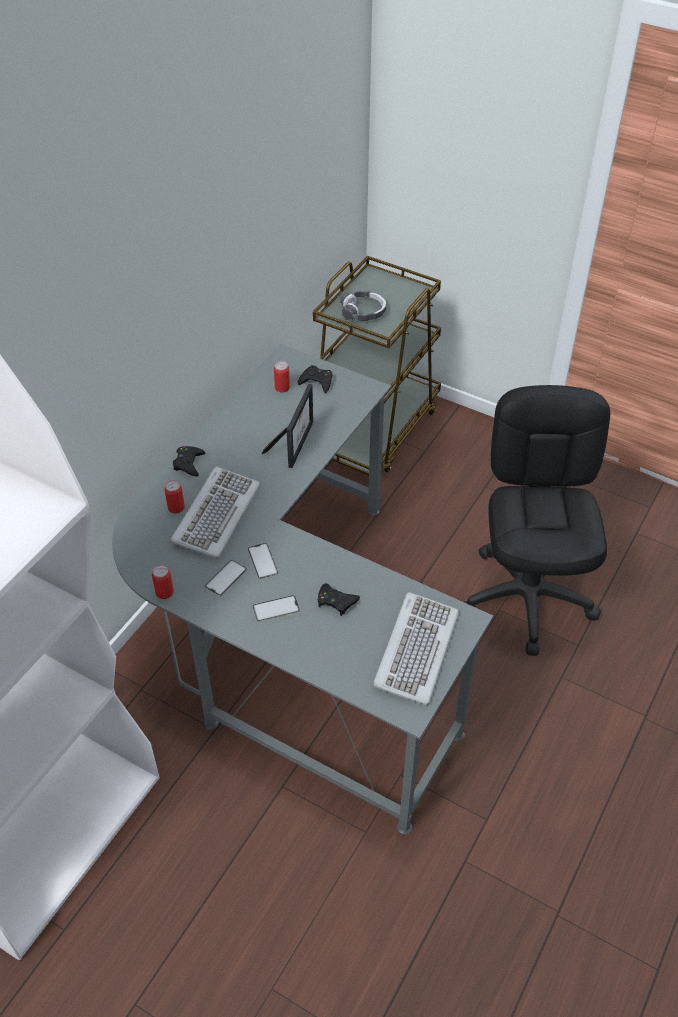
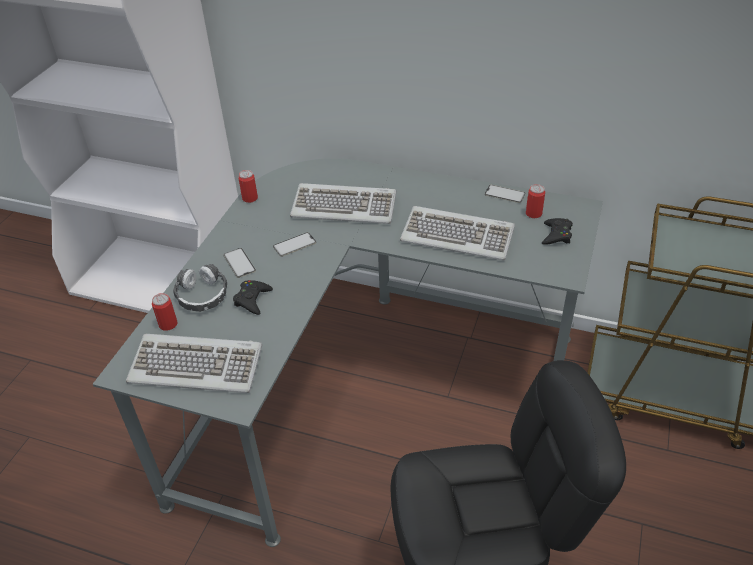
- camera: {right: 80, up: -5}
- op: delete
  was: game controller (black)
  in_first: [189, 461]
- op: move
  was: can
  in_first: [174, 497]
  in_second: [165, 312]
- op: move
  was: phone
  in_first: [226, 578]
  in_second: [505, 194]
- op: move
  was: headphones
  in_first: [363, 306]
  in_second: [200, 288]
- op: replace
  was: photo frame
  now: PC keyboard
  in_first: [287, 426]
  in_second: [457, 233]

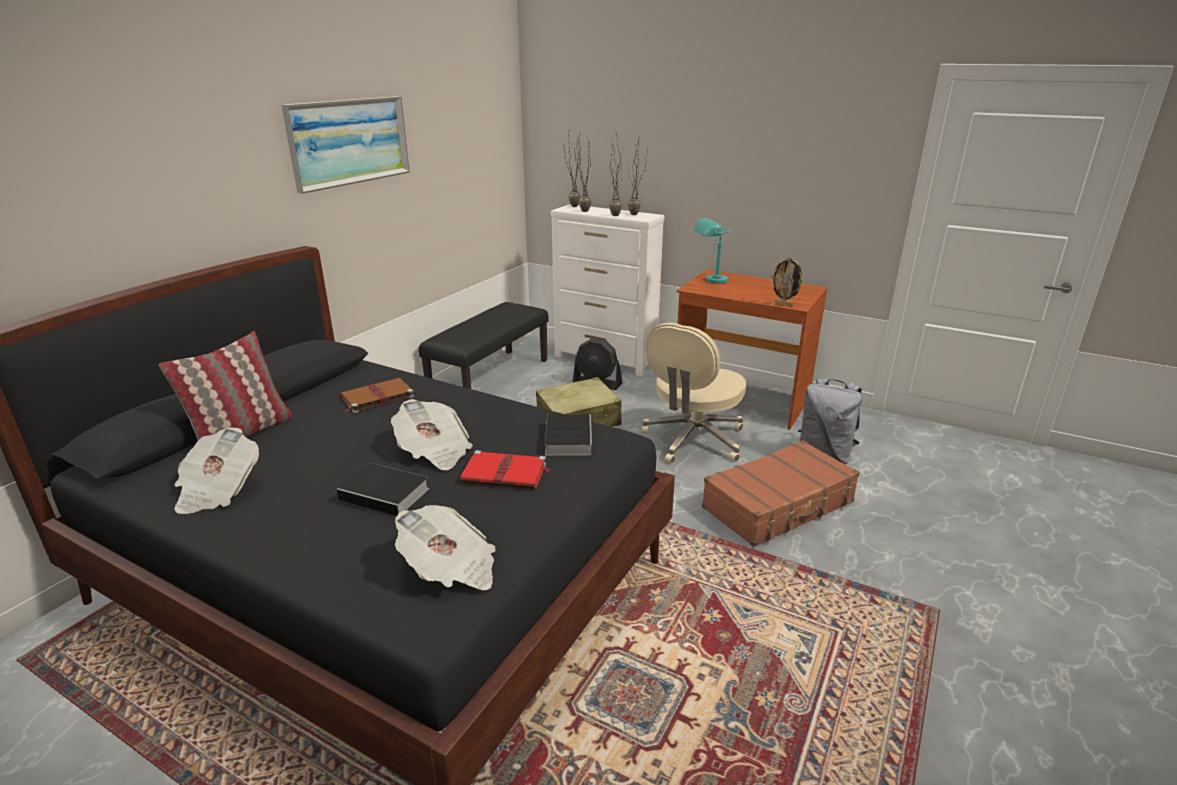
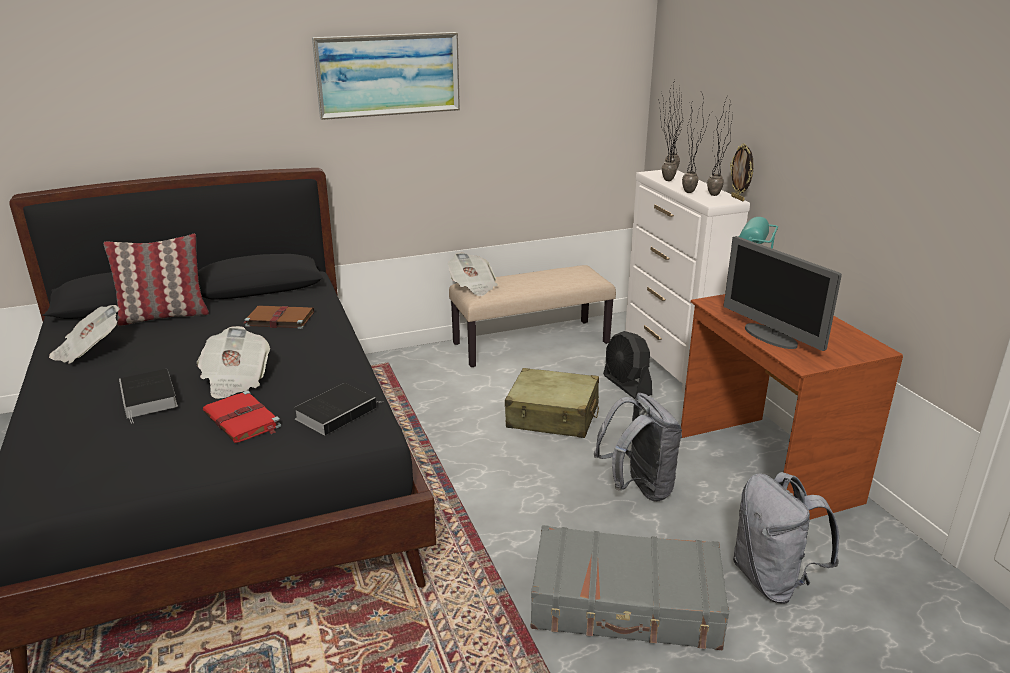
- camera: {right: 40, up: 0}
- op: insert
  now: computer display
  in_second: [783, 293]
- op: move
  was: newspaper
  in_first: [445, 547]
  in_second: [473, 274]
- op: move
  was: photo frame
  in_first: [787, 282]
  in_second: [742, 172]
- op: replace
  was: computer chair (beige)
  now: rucksack (gray)
  in_first: [694, 393]
  in_second: [638, 447]
- op: recolor
  was: indoor bench (black)
  now: indoor bench (beige)
  in_first: [484, 345]
  in_second: [532, 316]
- op: recolor
  was: piece of luggage (brownish)
  now: piece of luggage (gray)
  in_first: [781, 493]
  in_second: [630, 587]

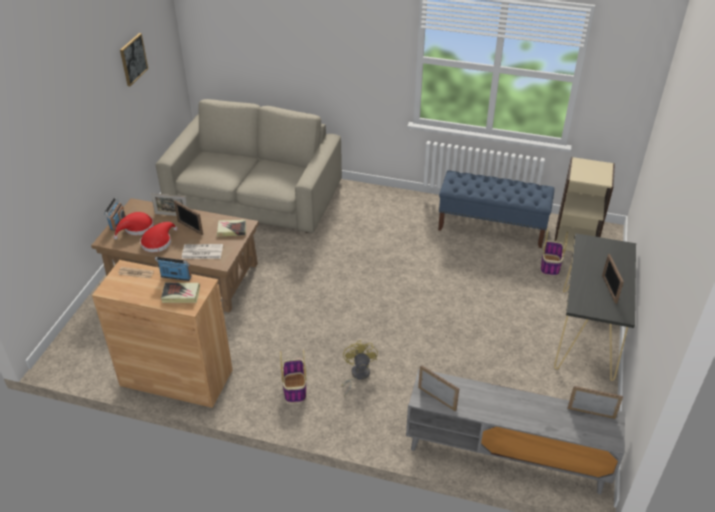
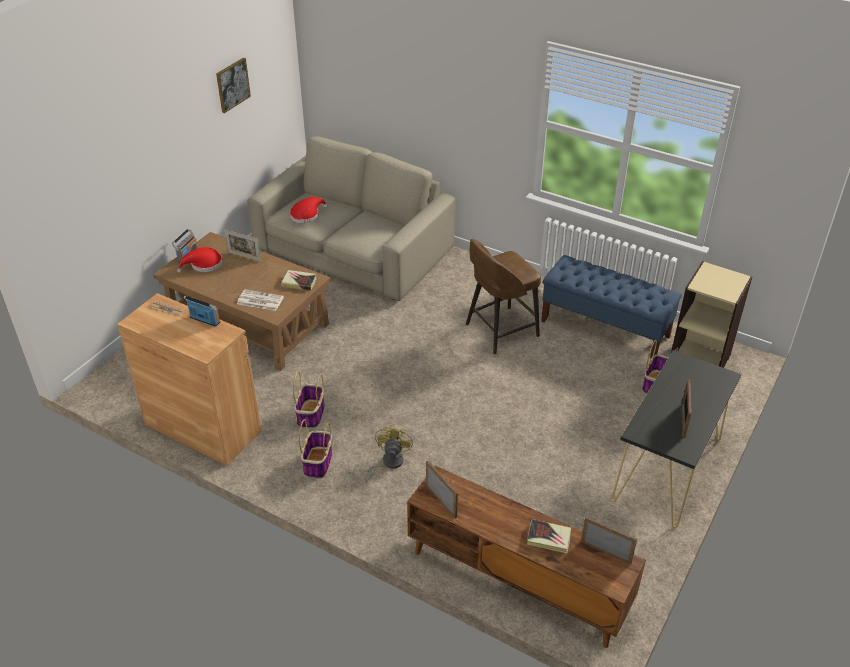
- camera: {right: 15, up: 0}
- op: delete
  was: photo frame
  in_first: [188, 217]
- op: insert
  now: basket
  in_second: [309, 399]
- op: insert
  now: stool (brownish)
  in_second: [503, 296]
- op: move
  was: hat (red)
  in_first: [159, 237]
  in_second: [309, 210]
- op: move
  was: book
  in_first: [180, 292]
  in_second: [549, 536]
- op: recolor
  was: tv unit (gray)
  now: tv unit (brownish)
  in_first: [515, 431]
  in_second: [526, 557]

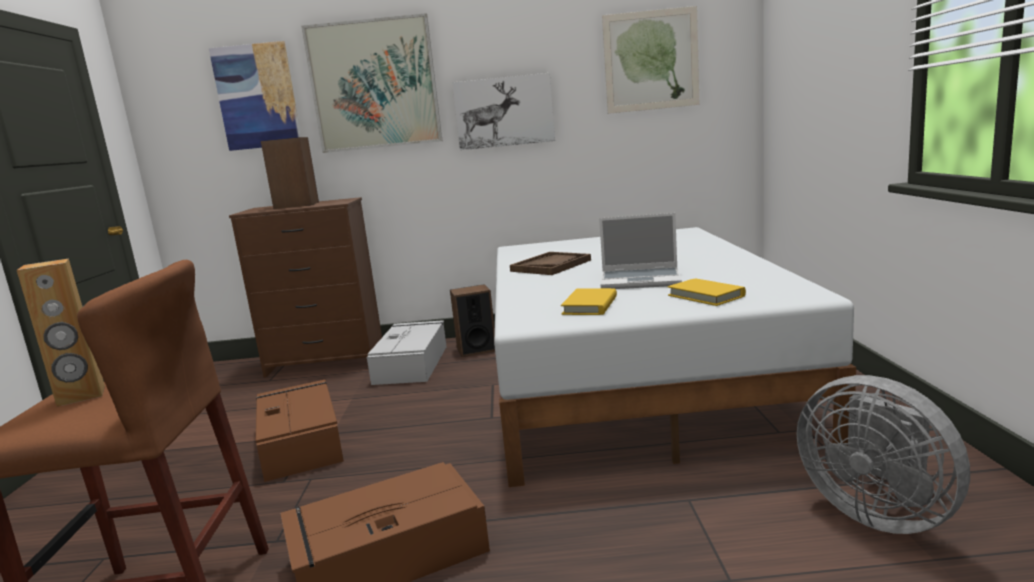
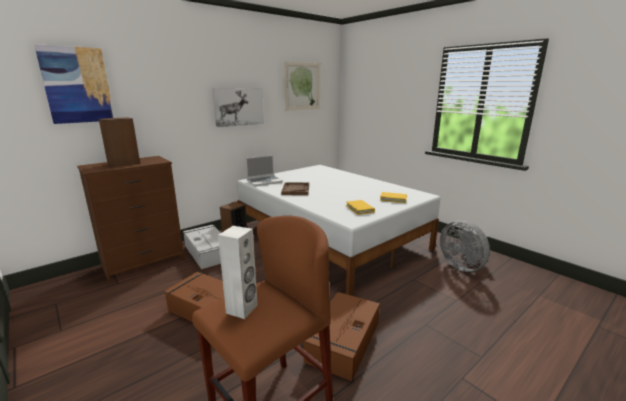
- camera: {right: -40, up: 5}
- op: delete
  was: wall art
  in_first: [372, 83]
- op: move
  was: portable computer
  in_first: [640, 251]
  in_second: [264, 170]
- op: recolor
  was: loudspeaker (brownish)
  now: loudspeaker (white)
  in_first: [61, 332]
  in_second: [238, 272]
- op: rotate
  was: cooling fan (gray)
  in_first: [883, 454]
  in_second: [465, 246]
  clockwise: 45

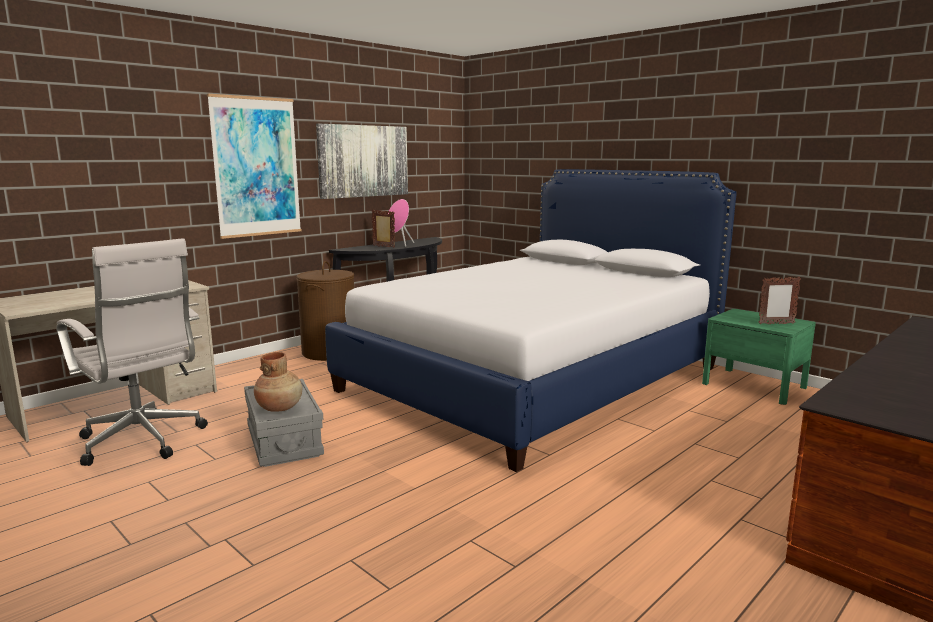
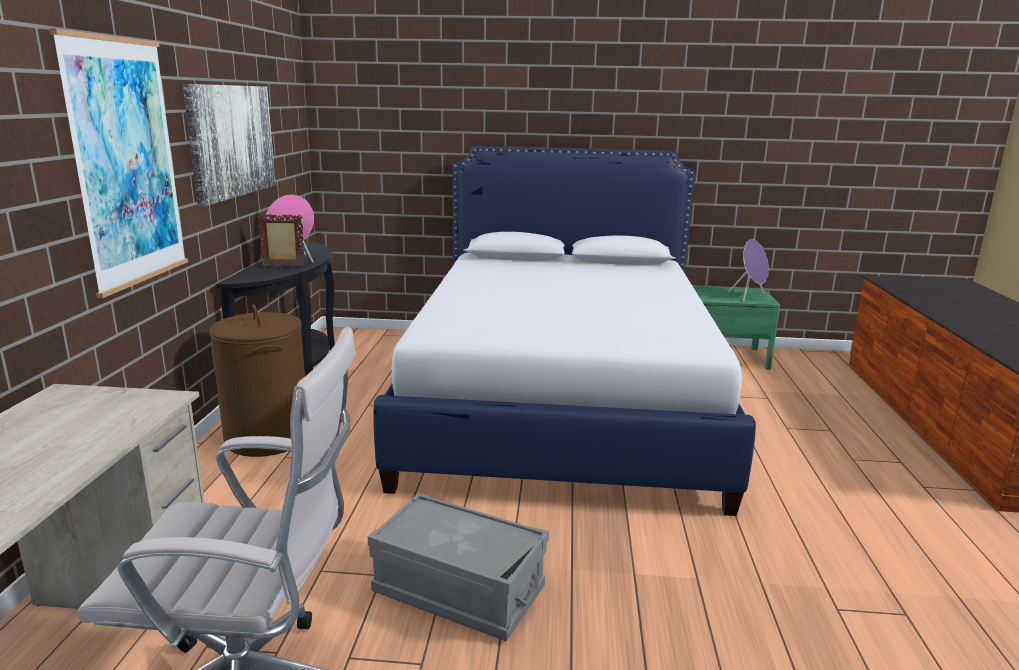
- camera: {right: -40, up: 5}
- op: delete
  was: vase (brownish)
  in_first: [278, 382]
- op: replace
  was: photo frame
  now: loudspeaker (purple-coloured)
  in_first: [780, 300]
  in_second: [748, 270]

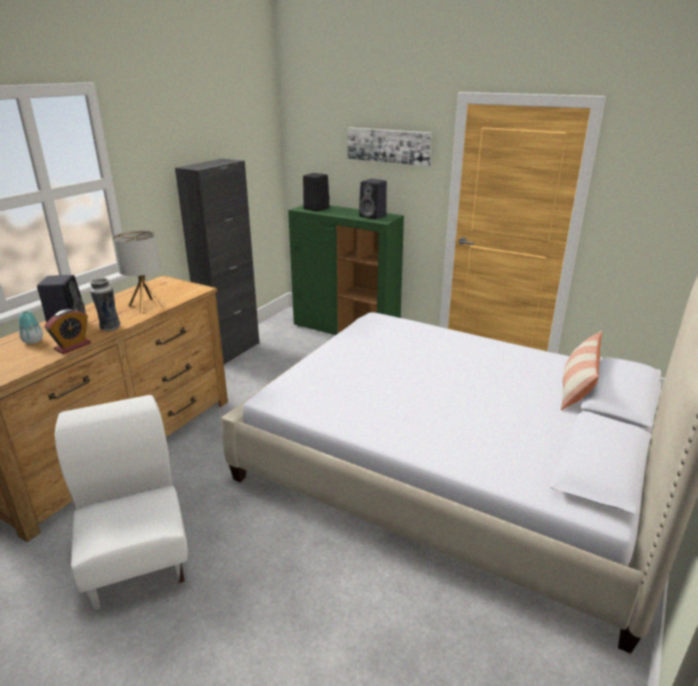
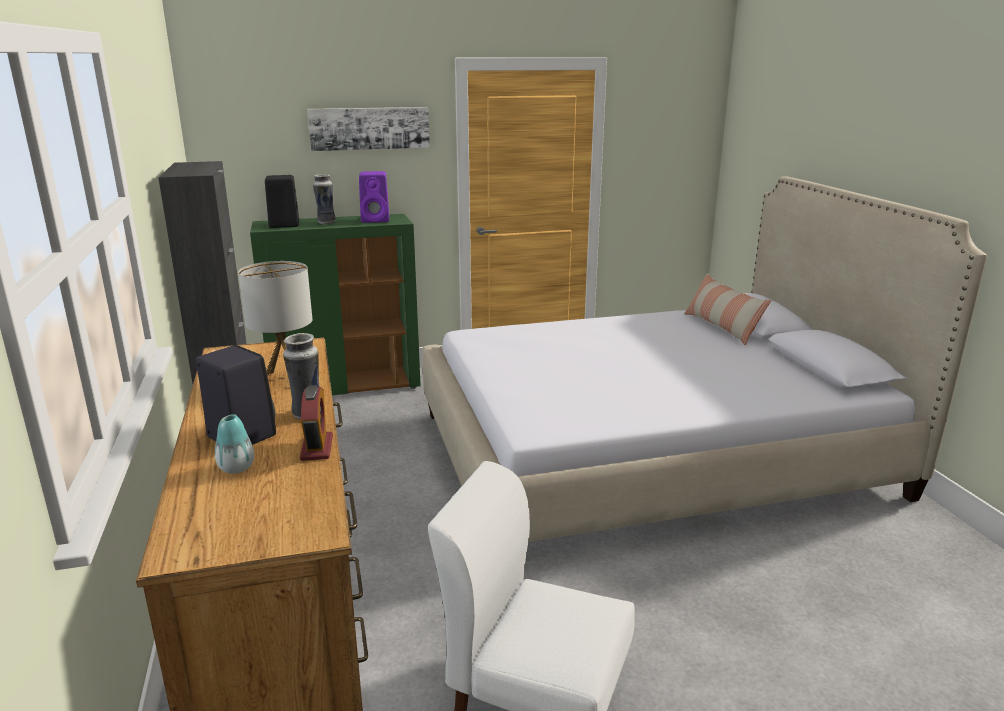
- camera: {right: -45, up: -5}
- op: insert
  now: vase
  in_second: [324, 199]
- op: recolor
  was: loudspeaker (black)
  now: loudspeaker (purple-coloured)
  in_first: [373, 199]
  in_second: [374, 197]

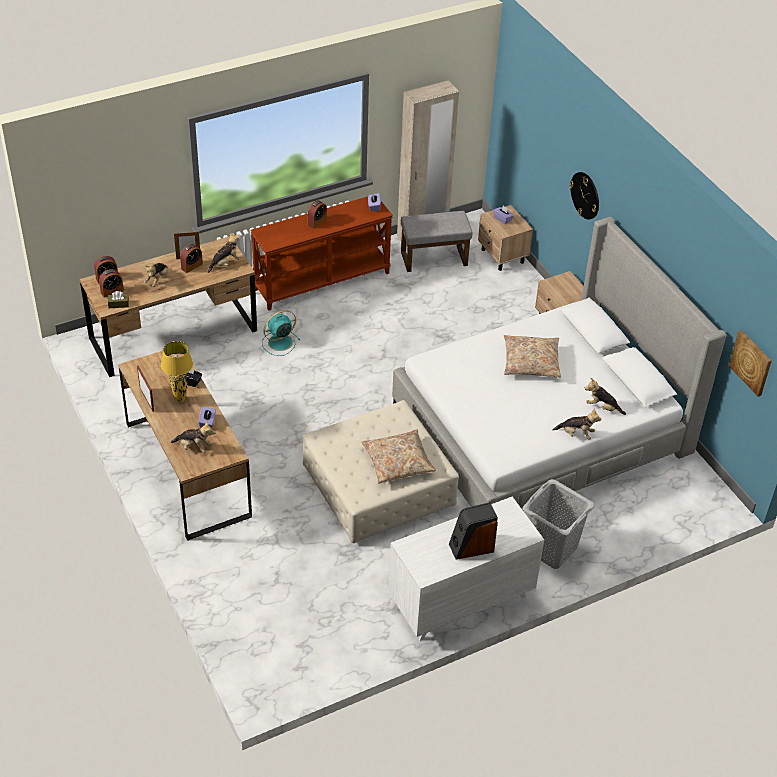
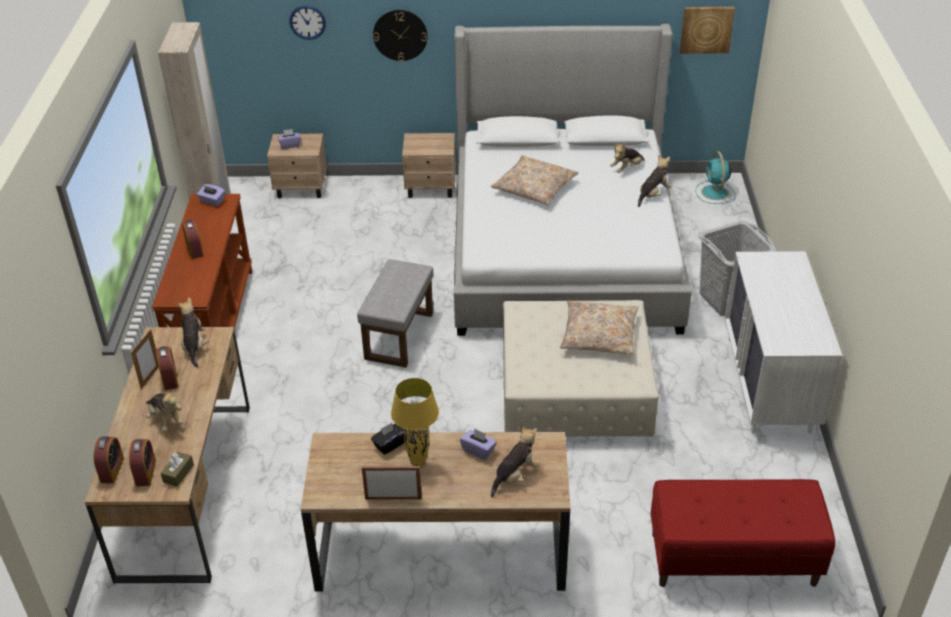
- camera: {right: -60, up: -5}
- op: delete
  was: loudspeaker
  in_first: [473, 531]
- op: insert
  now: wall clock
  in_second: [307, 22]
- op: insert
  now: indoor bench (red)
  in_second: [742, 533]
- op: move
  was: cooling fan (turquoise)
  in_first: [281, 333]
  in_second: [716, 177]
- op: move
  was: footrest (gray)
  in_first: [437, 241]
  in_second: [395, 313]

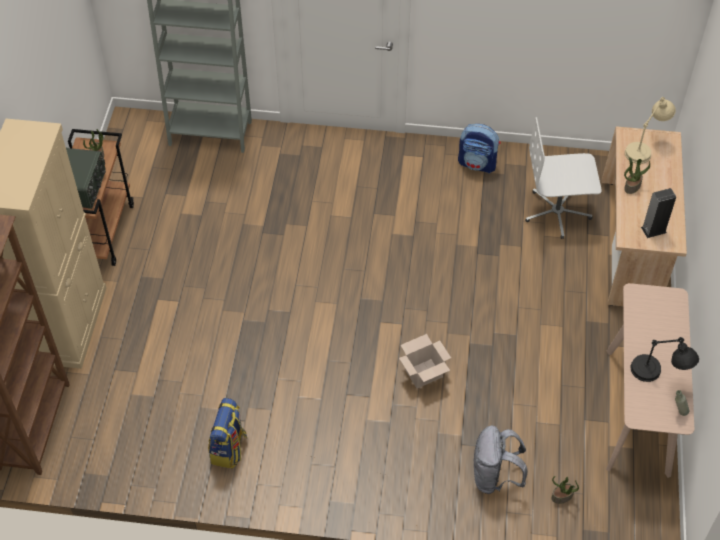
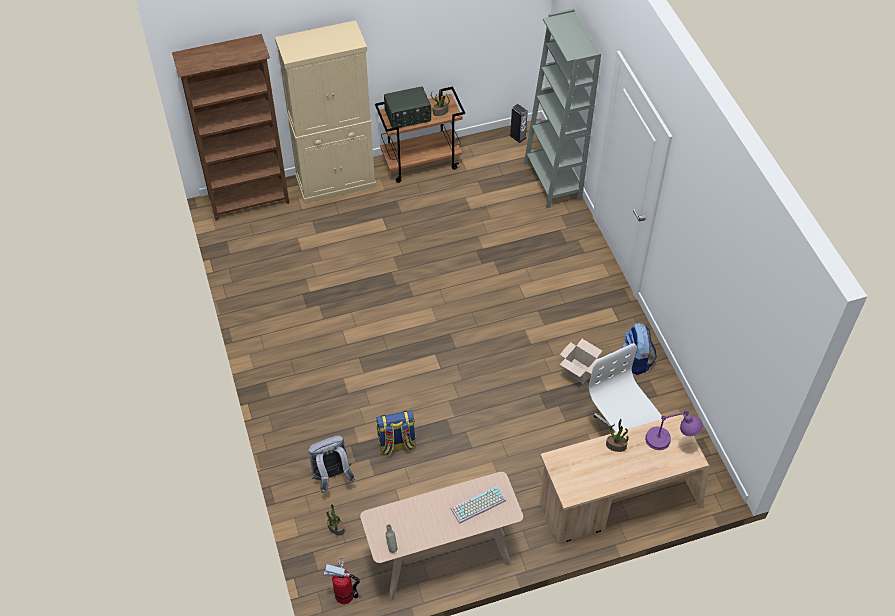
- camera: {right: 65, up: 0}
- op: delete
  was: lamp for a table (black)
  in_first: [665, 359]
- op: insert
  now: fire-fighting cylinder
  in_second: [342, 581]
- op: insert
  now: PC keyboard
  in_second: [478, 505]
- op: move
  was: rucksack
  in_first: [227, 433]
  in_second: [396, 433]
- op: move
  was: packing box
  in_first: [425, 361]
  in_second: [580, 361]
- op: move
  was: loudspeaker
  in_first: [658, 213]
  in_second: [518, 123]
- op: recolor
  was: lamp for a table (beige)
  now: lamp for a table (purple-coloured)
  in_first: [650, 130]
  in_second: [674, 430]

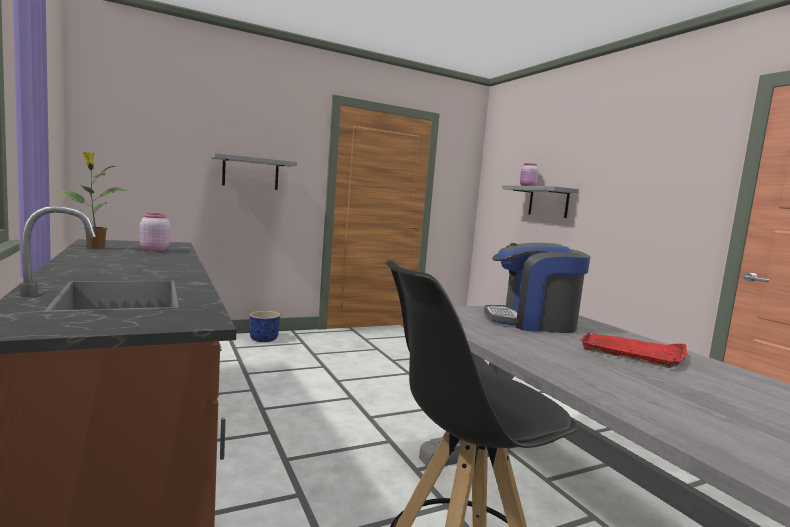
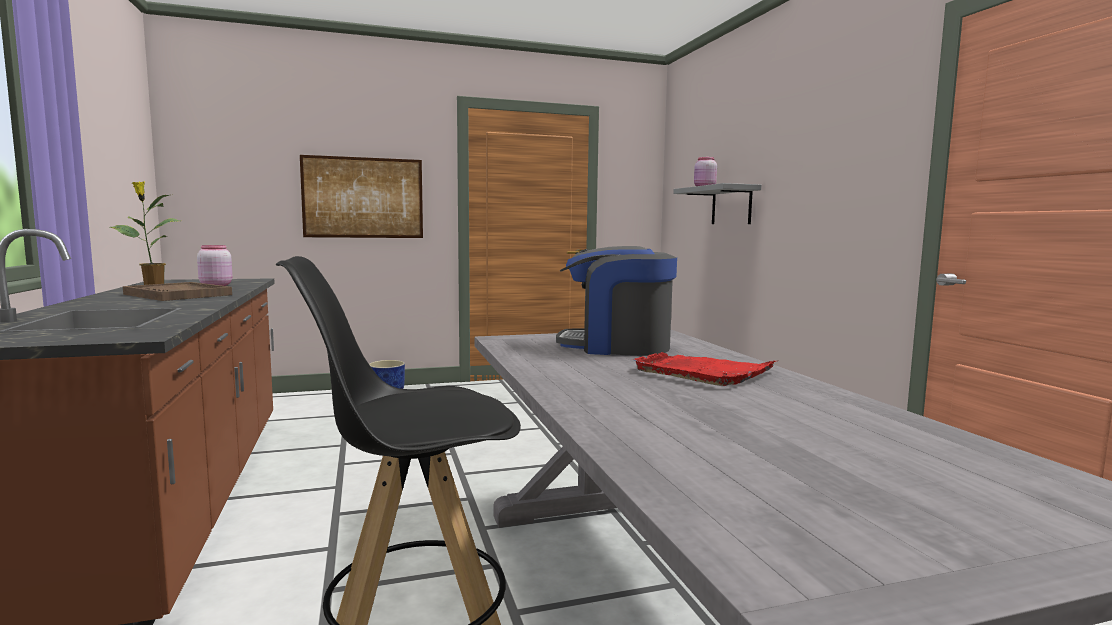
- camera: {right: 10, up: 0}
- op: insert
  now: serving tray (brownish)
  in_second: [177, 291]
- op: replace
  was: shelf (gray)
  now: wall art
  in_first: [254, 171]
  in_second: [361, 196]

